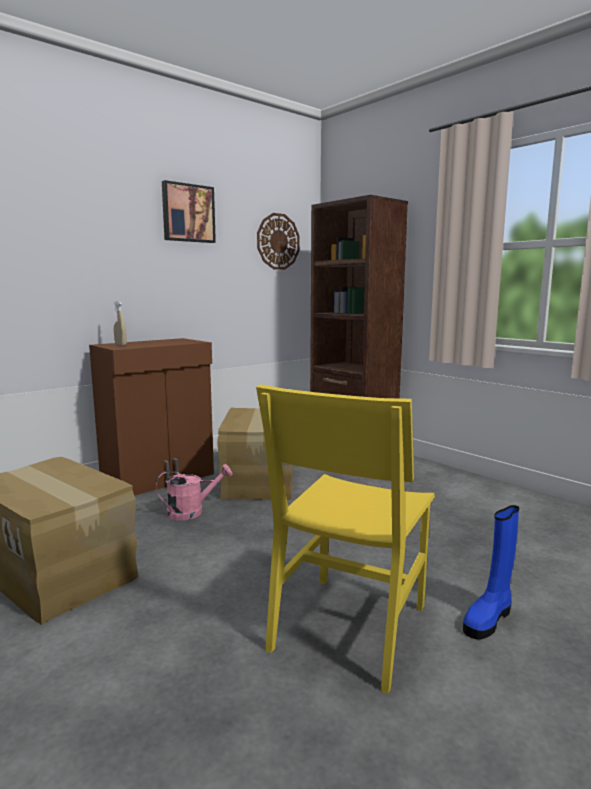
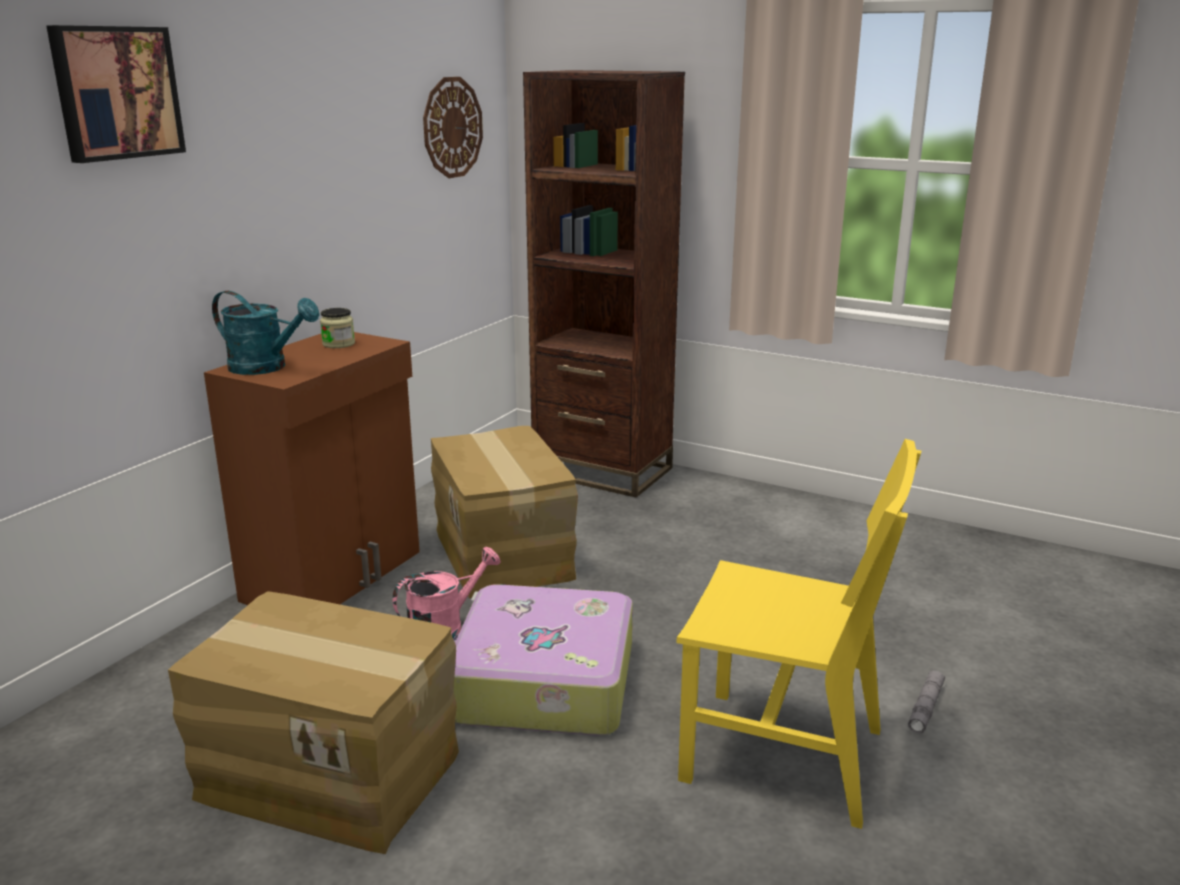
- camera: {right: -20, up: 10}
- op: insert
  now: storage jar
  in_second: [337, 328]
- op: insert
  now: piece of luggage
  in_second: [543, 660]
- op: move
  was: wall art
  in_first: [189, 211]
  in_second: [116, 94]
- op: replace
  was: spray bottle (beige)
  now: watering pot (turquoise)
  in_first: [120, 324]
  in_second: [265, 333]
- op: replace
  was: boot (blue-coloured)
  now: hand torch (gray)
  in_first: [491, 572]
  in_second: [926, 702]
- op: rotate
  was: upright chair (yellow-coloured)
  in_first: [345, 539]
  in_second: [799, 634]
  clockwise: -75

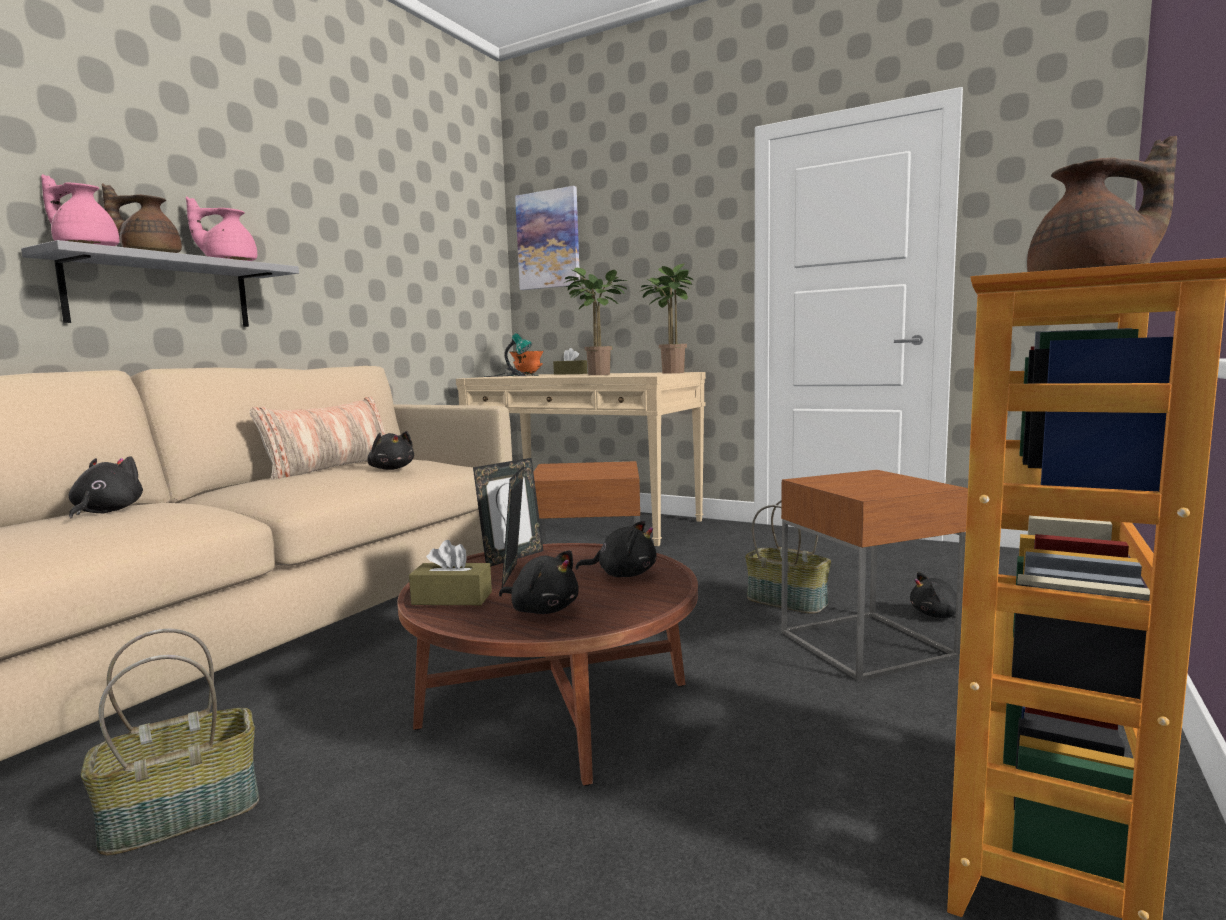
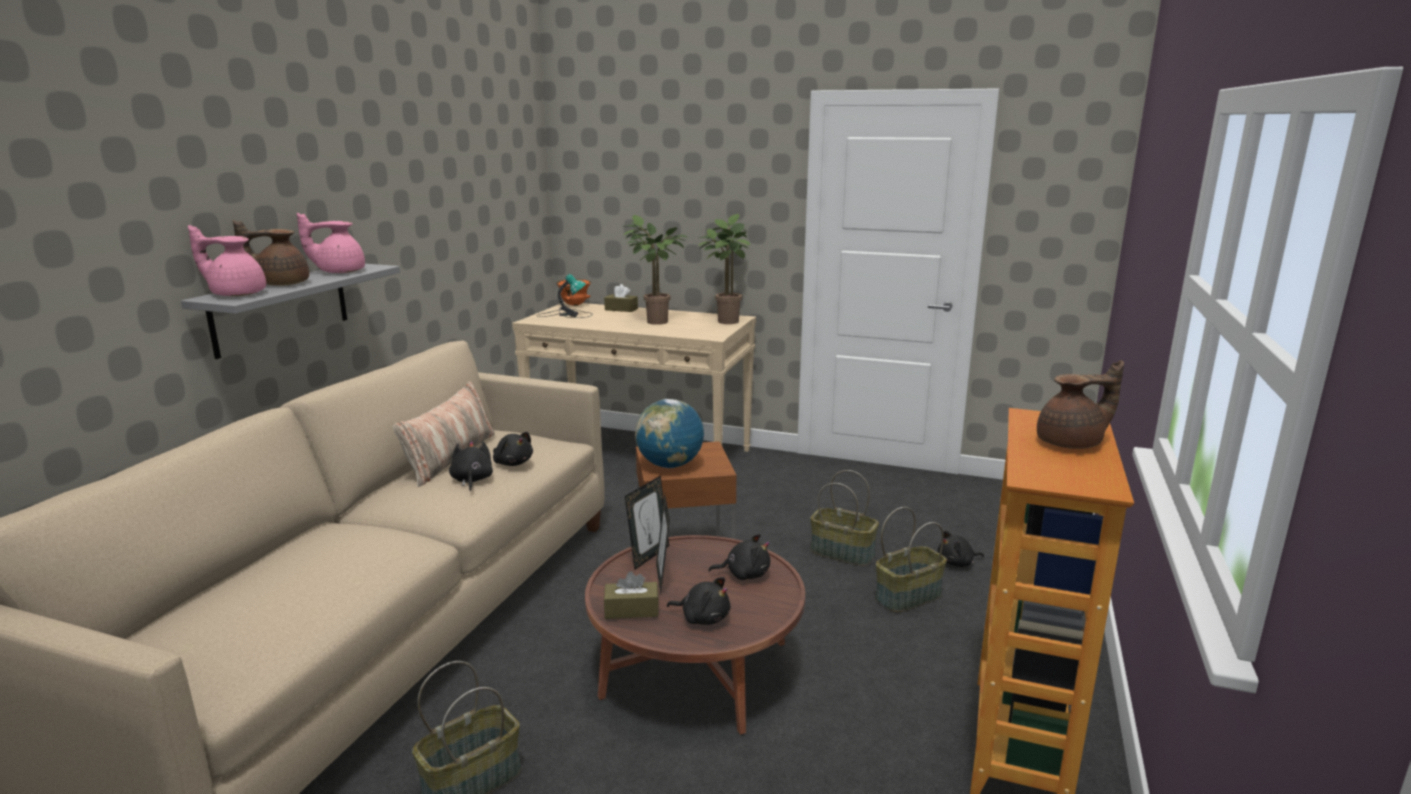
- camera: {right: -10, up: 10}
- op: delete
  was: wall art
  in_first: [547, 238]
- op: insert
  now: world globe
  in_second: [669, 433]
- op: move
  was: cuddly toy (black)
  in_first: [106, 488]
  in_second: [471, 466]
- op: replace
  was: accent table (brownish)
  now: basket
  in_first: [874, 575]
  in_second: [911, 560]

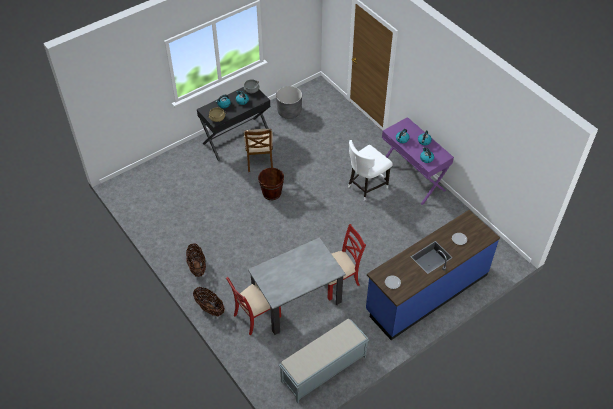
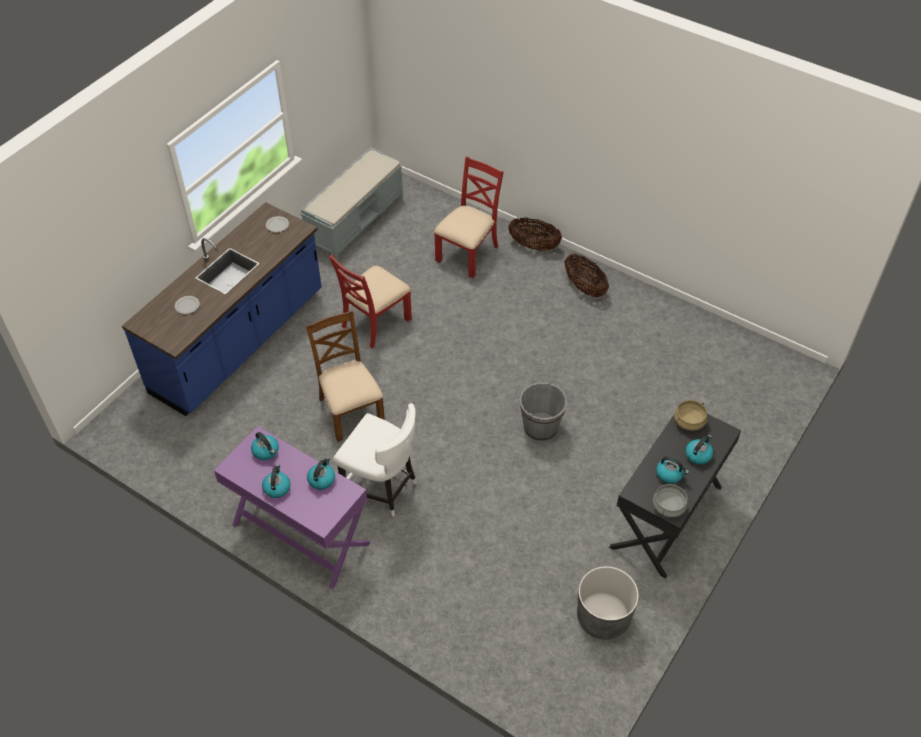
- camera: {right: 160, up: 0}
- op: delete
  was: kitchen table (gray)
  in_first: [297, 286]
- op: move
  was: upright chair (brownish)
  in_first: [258, 150]
  in_second: [345, 376]
- op: recolor
  was: water bucket (brownish)
  now: water bucket (gray)
  in_first: [271, 184]
  in_second: [543, 411]
- op: rotate
  was: upright chair (white)
  in_first: [370, 170]
  in_second: [375, 460]
  clockwise: 90

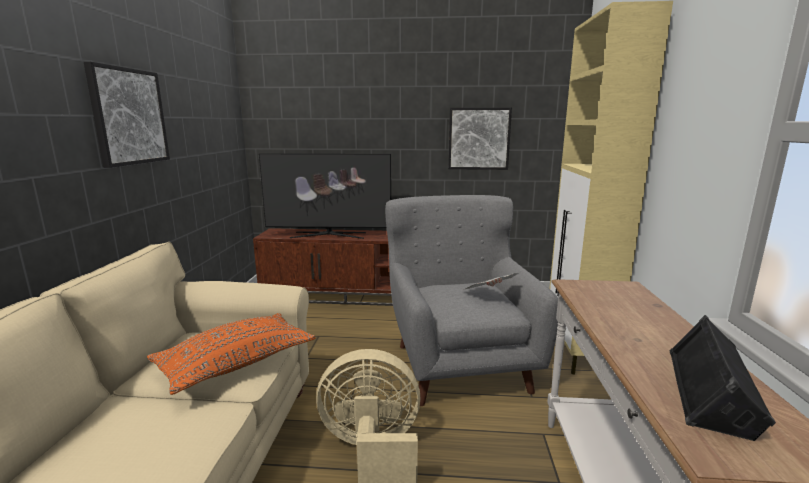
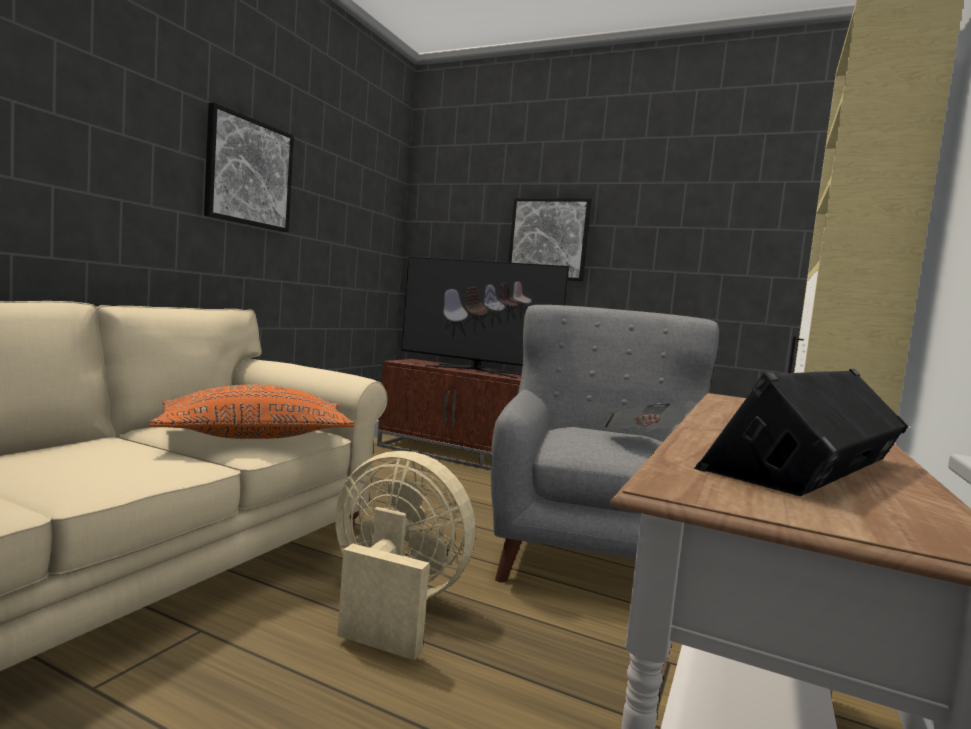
- camera: {right: 20, up: -10}
- op: move
  was: wall art
  in_first: [480, 138]
  in_second: [550, 239]

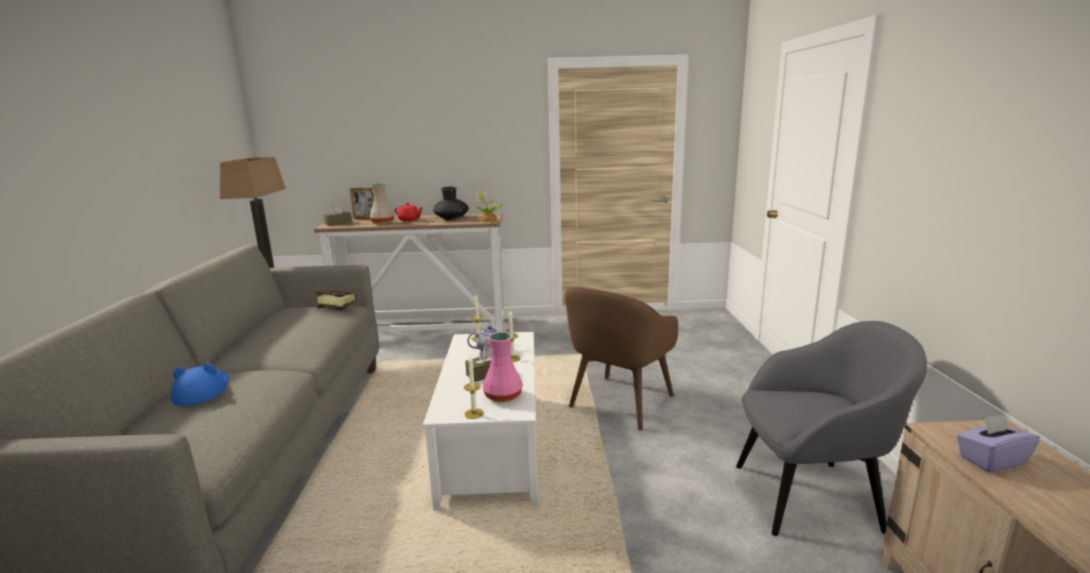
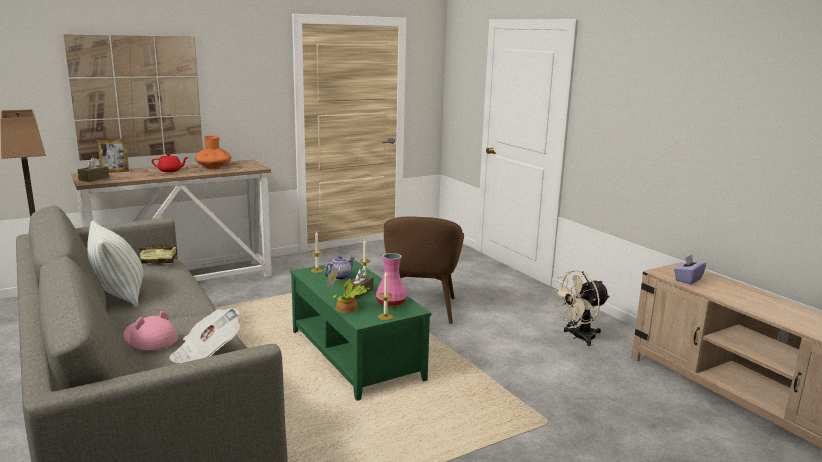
- camera: {right: -30, up: 0}
- op: delete
  was: vase (beige)
  in_first: [381, 203]
- op: insert
  now: wall art
  in_second: [133, 97]
- op: insert
  now: throw pillow
  in_second: [115, 263]
- op: insert
  now: newspaper
  in_second: [204, 335]
- op: move
  was: plant in a pot
  in_first: [488, 204]
  in_second: [348, 289]
- op: replace
  was: easy chair (gray)
  now: cooling fan (beige)
  in_first: [831, 428]
  in_second: [581, 308]
- op: recolor
  was: hat (blue-coloured)
  now: hat (pink)
  in_first: [200, 384]
  in_second: [151, 331]
- op: recolor
  was: low table (white)
  now: low table (green-coloured)
  in_first: [480, 421]
  in_second: [360, 330]
- op: recolor
  was: vase (black)
  now: vase (orangey)
  in_first: [451, 203]
  in_second: [213, 152]

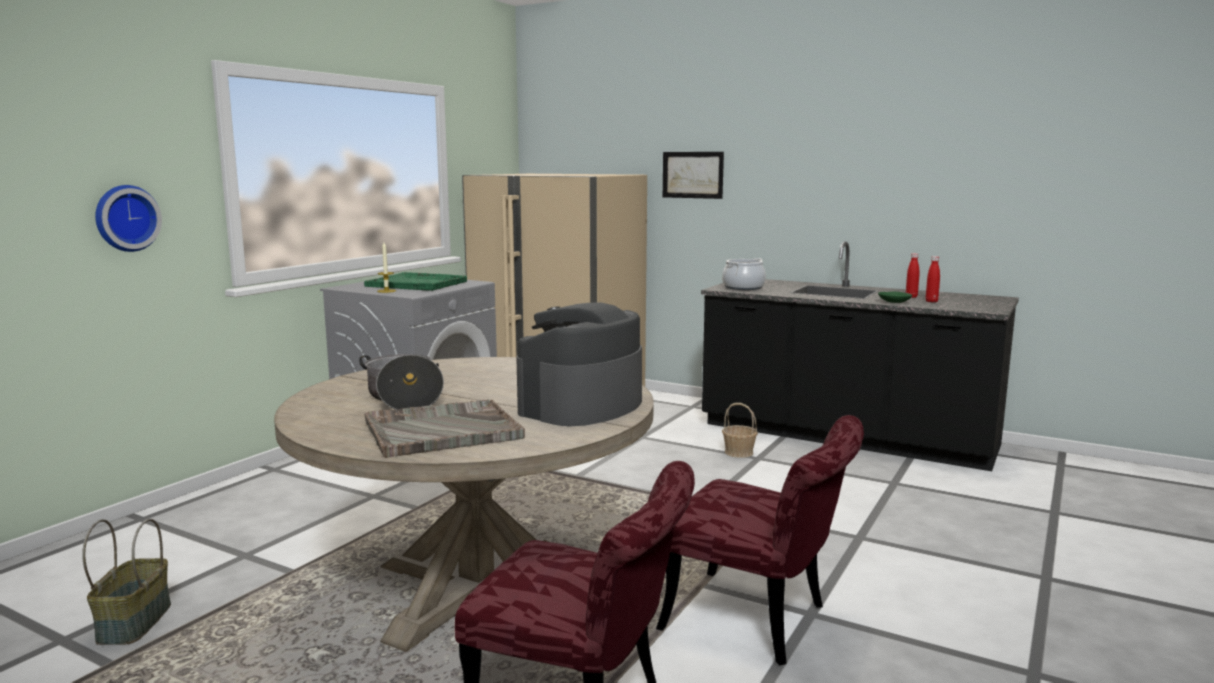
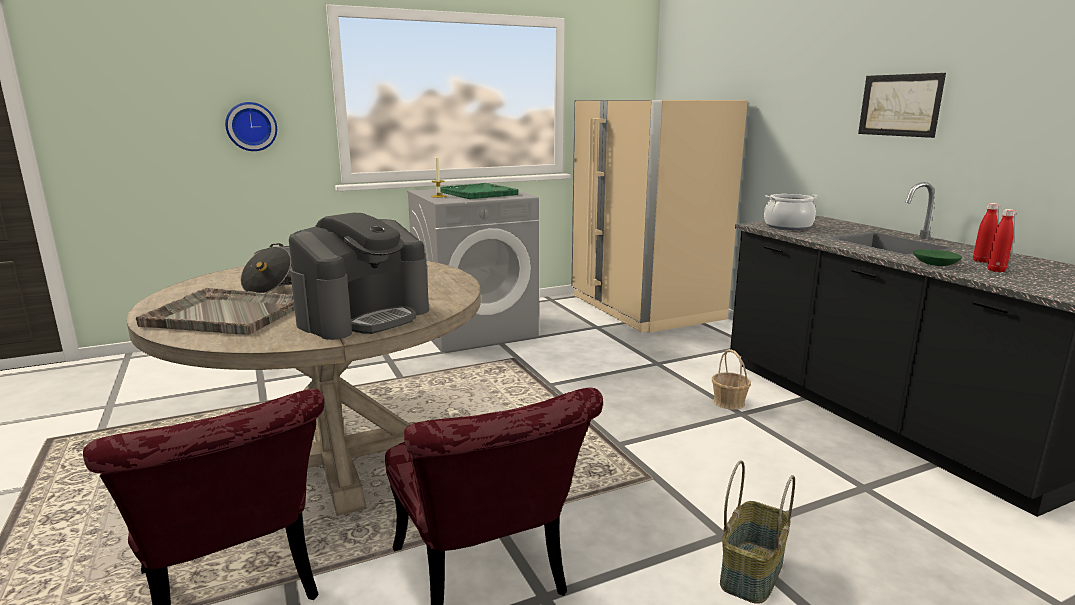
- camera: {right: 35, up: 5}
- op: move
  was: basket
  in_first: [126, 582]
  in_second: [757, 532]
- op: move
  was: wall art
  in_first: [693, 175]
  in_second: [902, 105]
- op: rotate
  was: coffee machine
  in_first: [579, 364]
  in_second: [359, 276]
  clockwise: 150

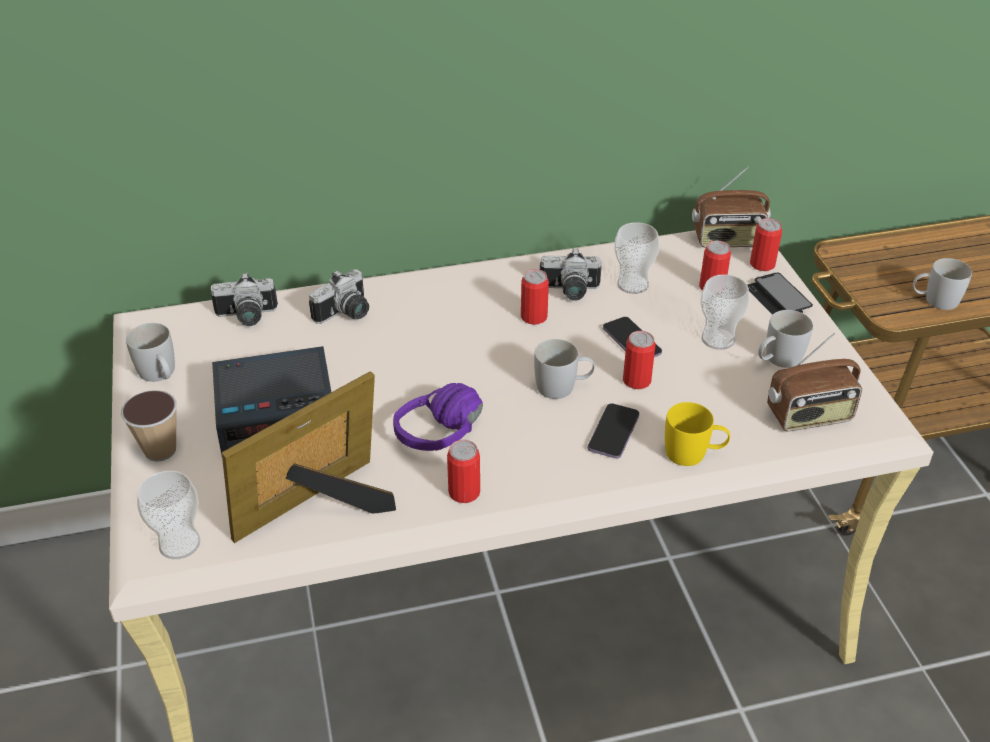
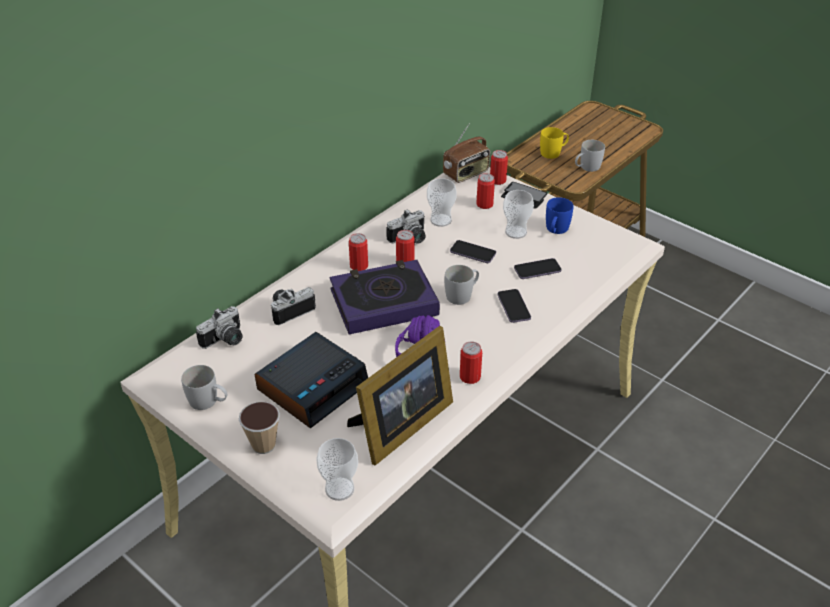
- camera: {right: -35, up: 0}
- op: delete
  was: radio set
  in_first: [814, 382]
- op: insert
  now: book
  in_second: [385, 297]
- op: insert
  now: phone
  in_second: [538, 268]
- op: move
  was: can
  in_first: [639, 360]
  in_second: [358, 252]
- op: move
  was: mug (yellow-coloured)
  in_first: [697, 434]
  in_second: [554, 143]
- op: recolor
  was: mug (white)
  now: mug (blue-coloured)
  in_first: [785, 339]
  in_second: [560, 215]
- op: rotate
  was: photo frame
  in_first: [309, 457]
  in_second: [400, 395]
  clockwise: -150
- op: rotate
  was: photo camera
  in_first: [339, 297]
  in_second: [293, 306]
  clockwise: -135

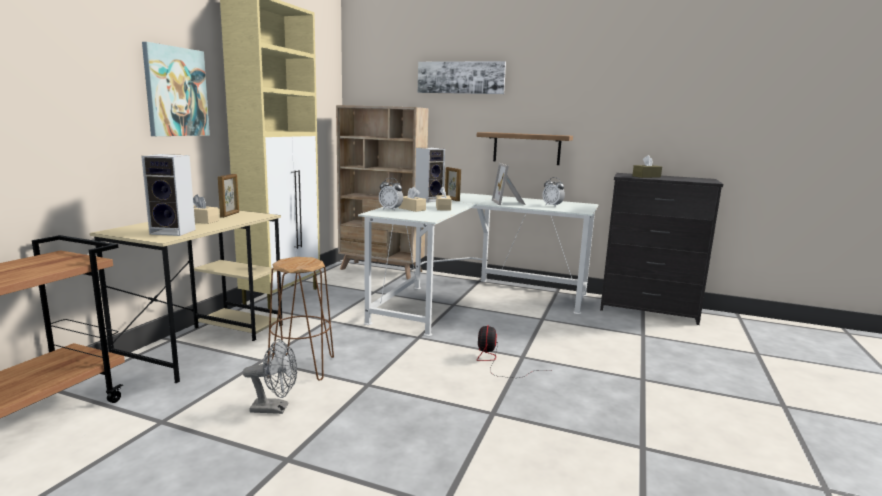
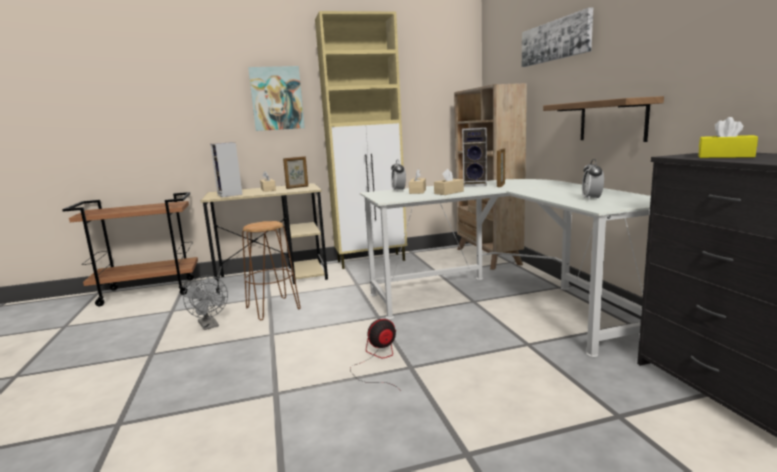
- camera: {right: 55, up: 0}
- op: delete
  was: photo frame
  in_first: [509, 184]
- op: recolor
  was: tissue box (brownish)
  now: tissue box (yellow-coloured)
  in_first: [647, 166]
  in_second: [728, 137]

